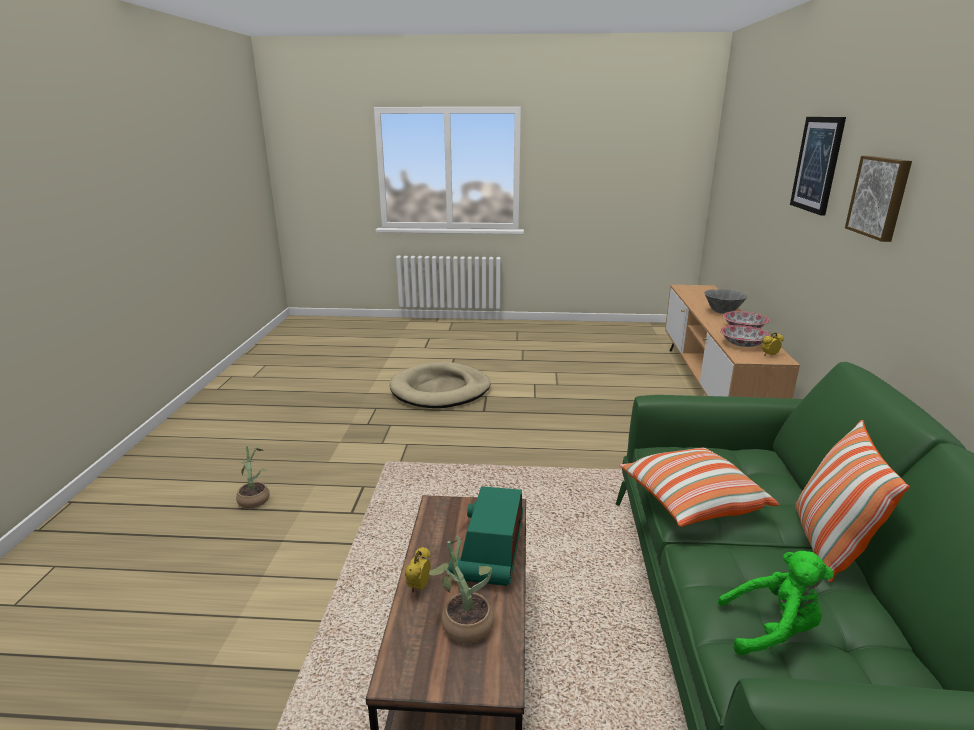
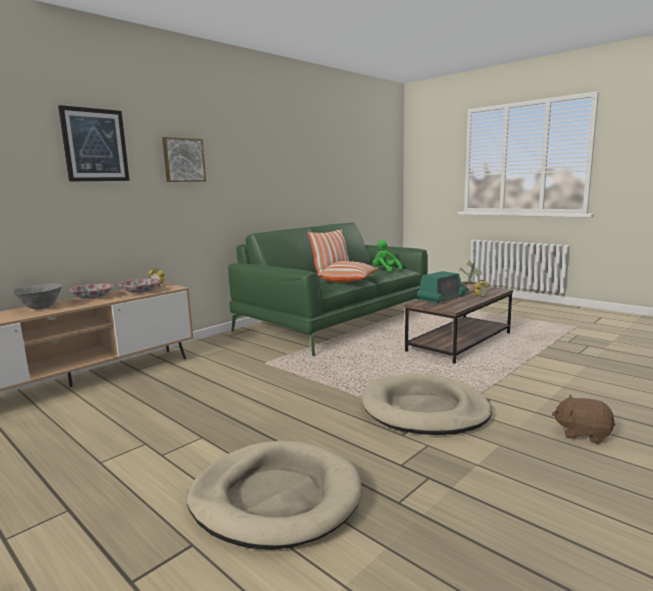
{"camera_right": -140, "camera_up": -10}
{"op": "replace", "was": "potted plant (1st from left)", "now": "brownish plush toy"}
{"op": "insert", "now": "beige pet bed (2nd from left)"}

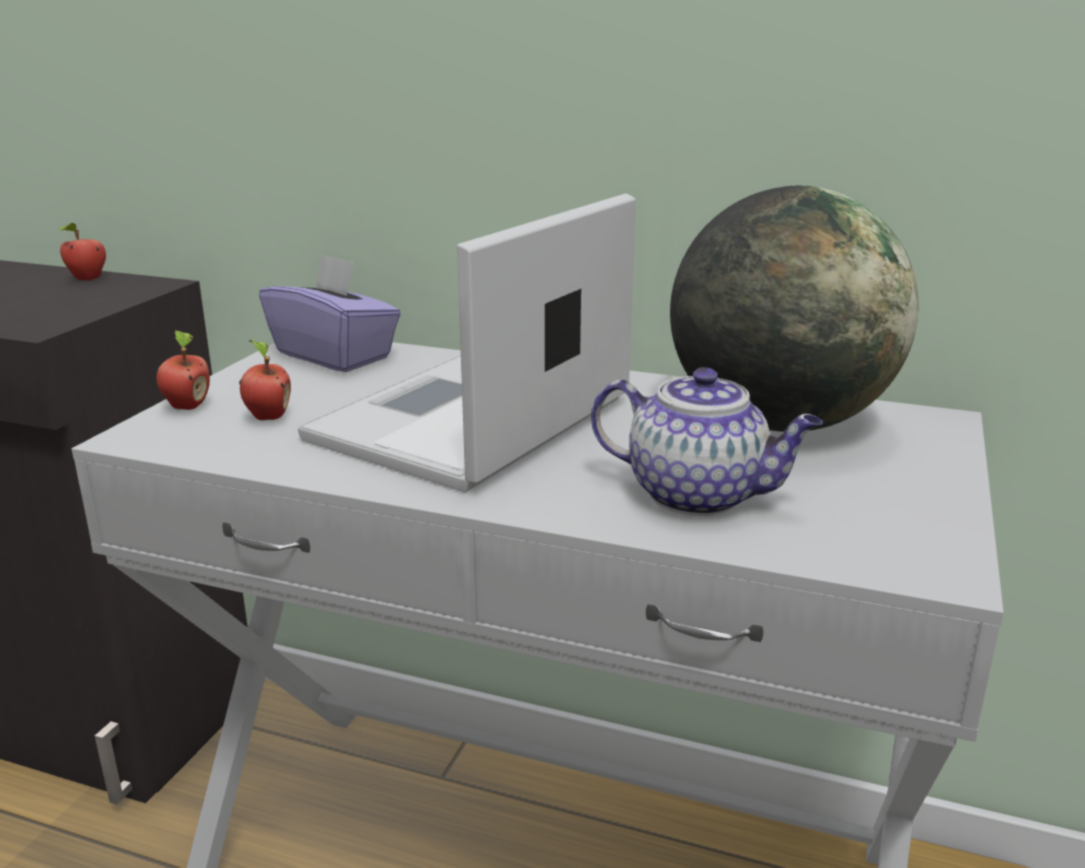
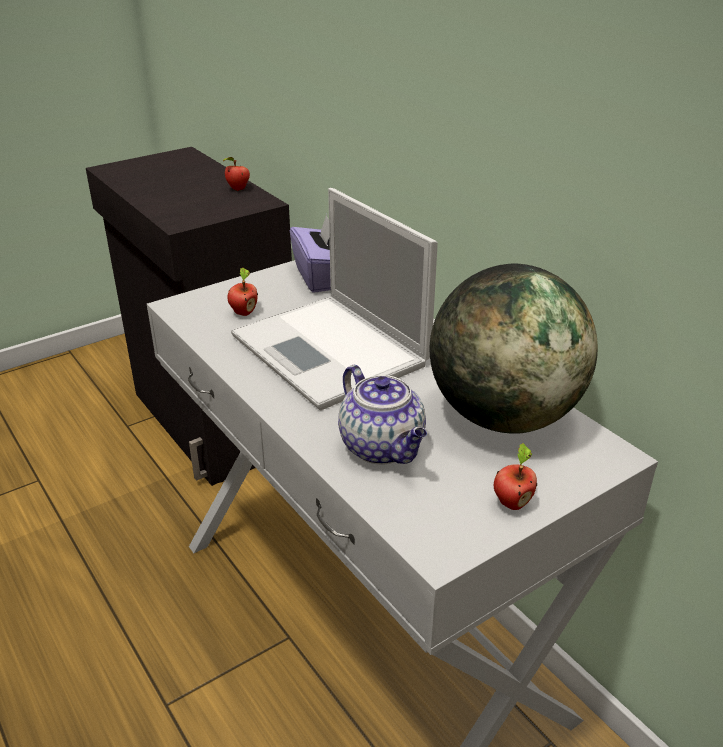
{"camera_right": 35, "camera_up": 10}
{"op": "rotate", "was": "laptop", "clockwise": -105}
{"op": "move", "was": "whole apple (2nd from left in the first image)", "now": "whole apple (3rd from left)"}

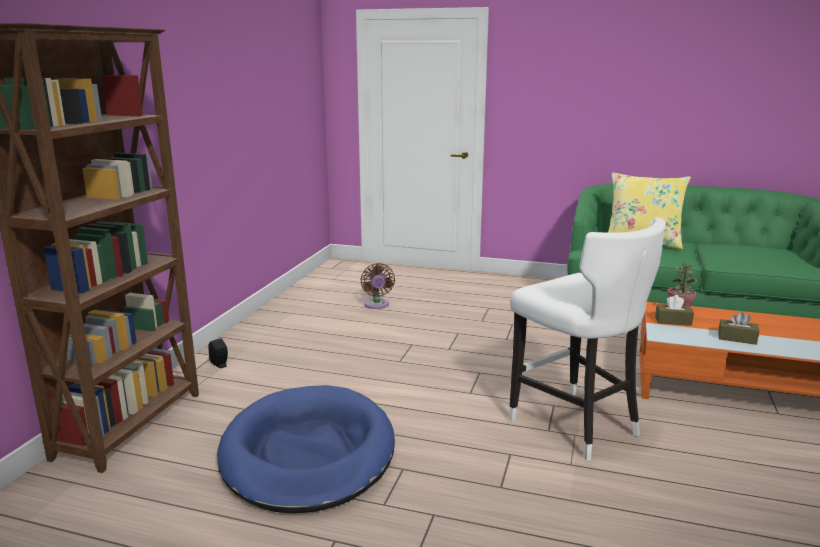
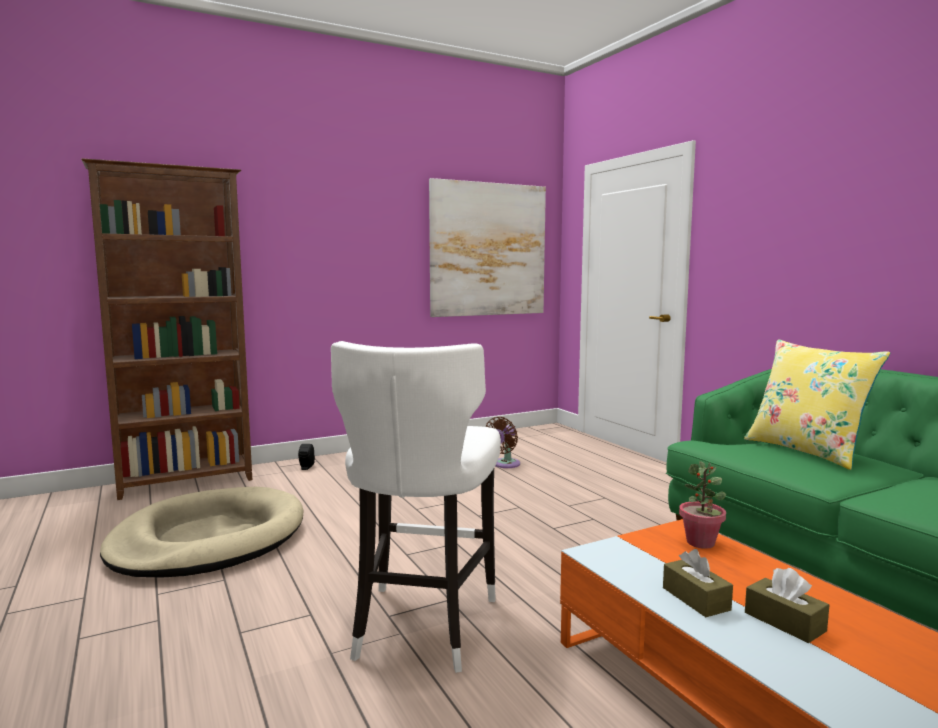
{"camera_right": 45, "camera_up": -10}
{"op": "move", "was": "brownish tissue holder (1st from left in the first image)", "now": "brownish tissue holder (2nd from left)"}
{"op": "recolor", "was": "bluish pet bed", "now": "beige pet bed"}
{"op": "insert", "now": "picture"}

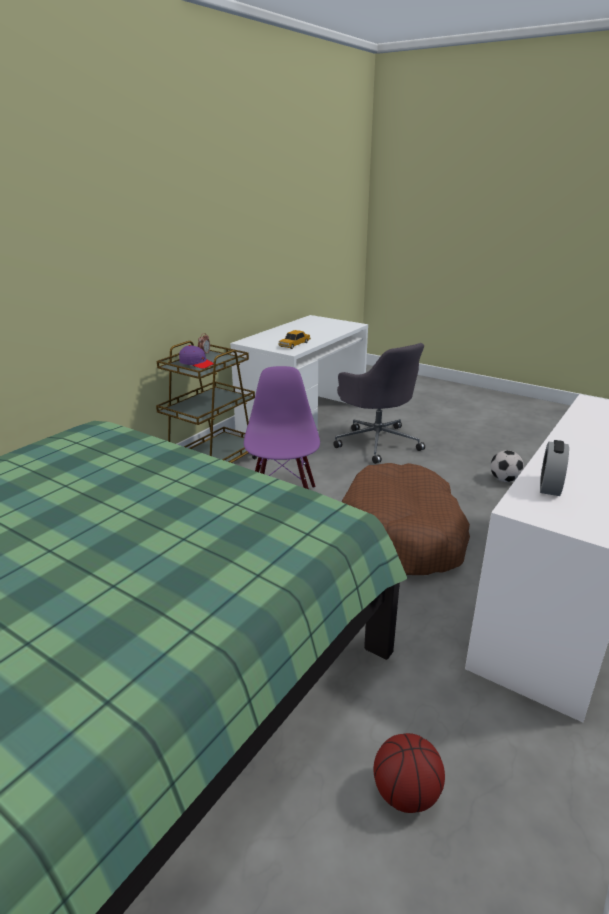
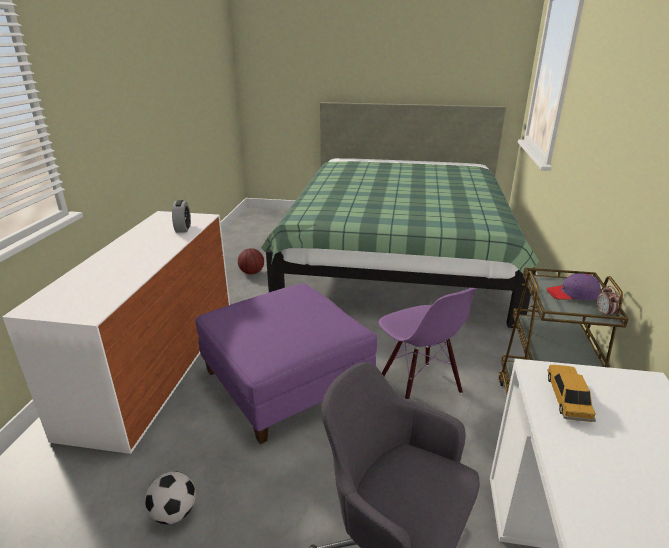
{"camera_right": 155, "camera_up": 0}
{"op": "replace", "was": "brownish pet bed", "now": "purplish pouffe"}

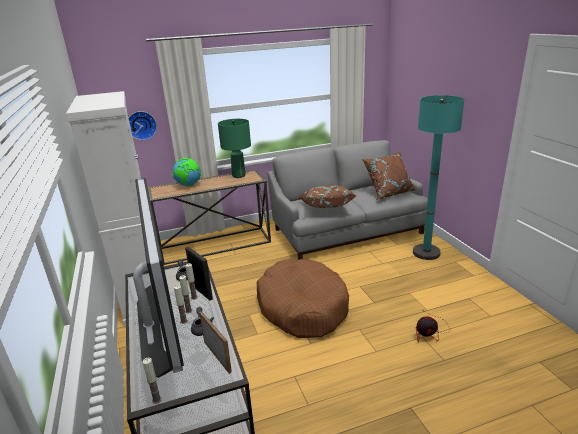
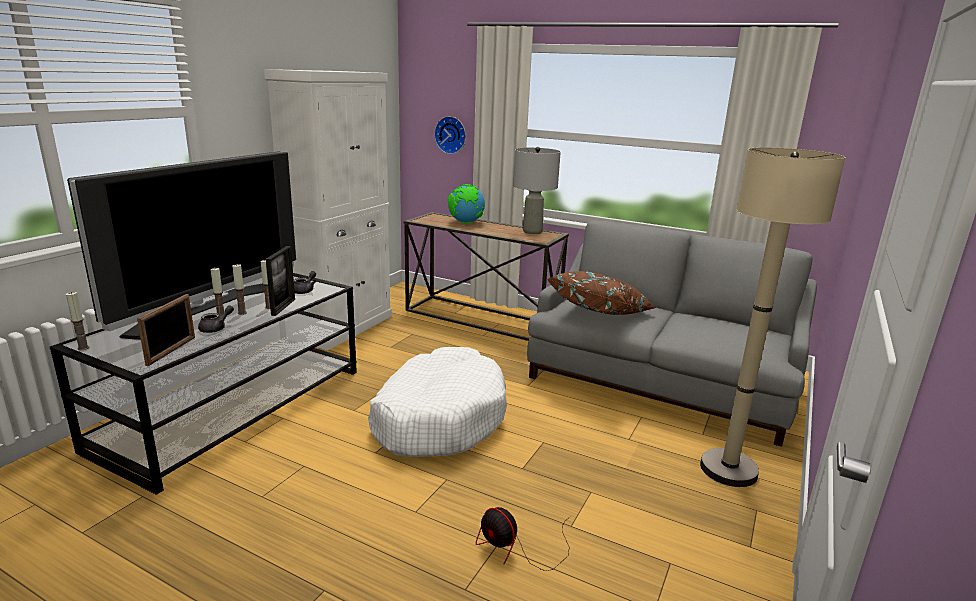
{"camera_right": 45, "camera_up": -5}
{"op": "recolor", "was": "turquoise standing lamp", "now": "beige standing lamp"}
{"op": "recolor", "was": "green table lamp", "now": "greyish table lamp"}
{"op": "delete", "was": "brownish throw pillow (2nd from left)"}
{"op": "recolor", "was": "brownish pet bed", "now": "white pet bed"}

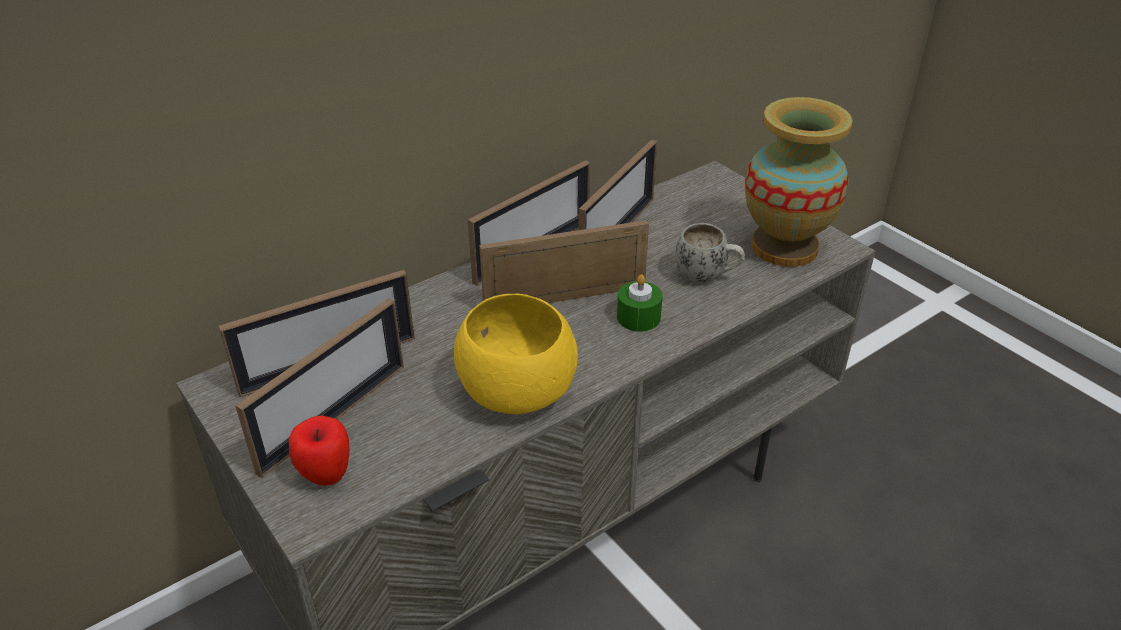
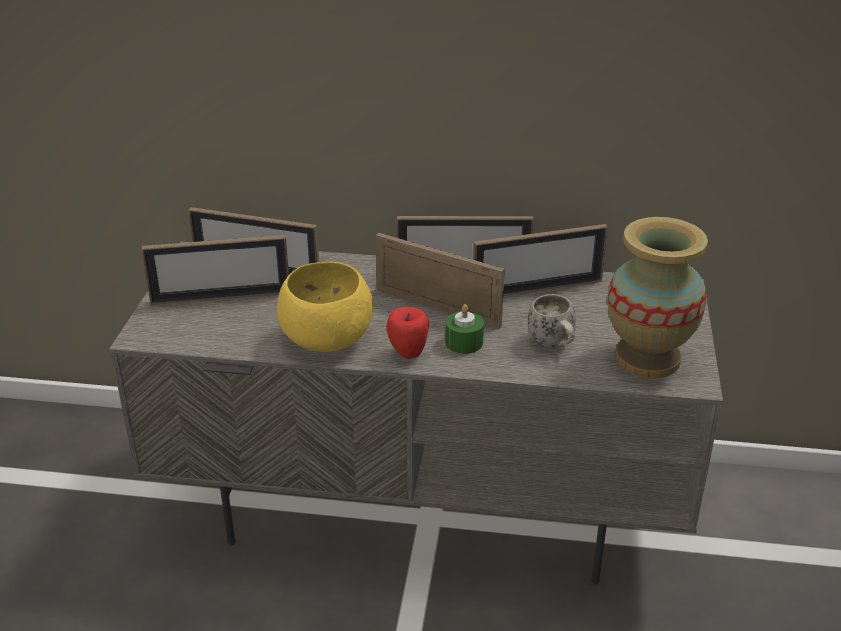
{"camera_right": 45, "camera_up": -5}
{"op": "move", "was": "whole apple"}

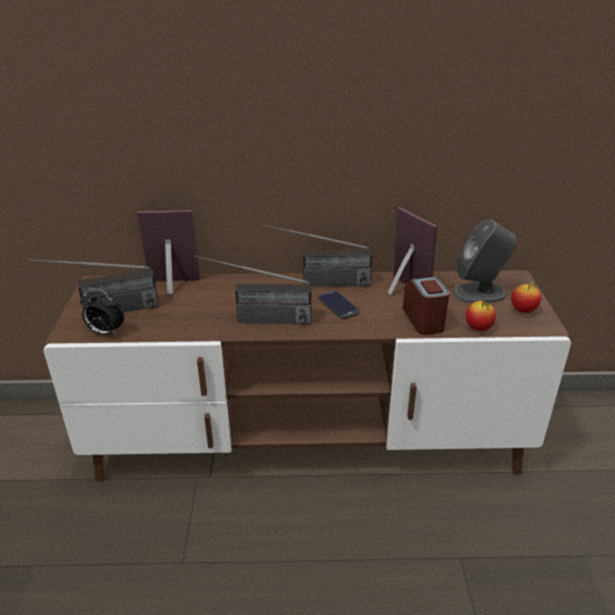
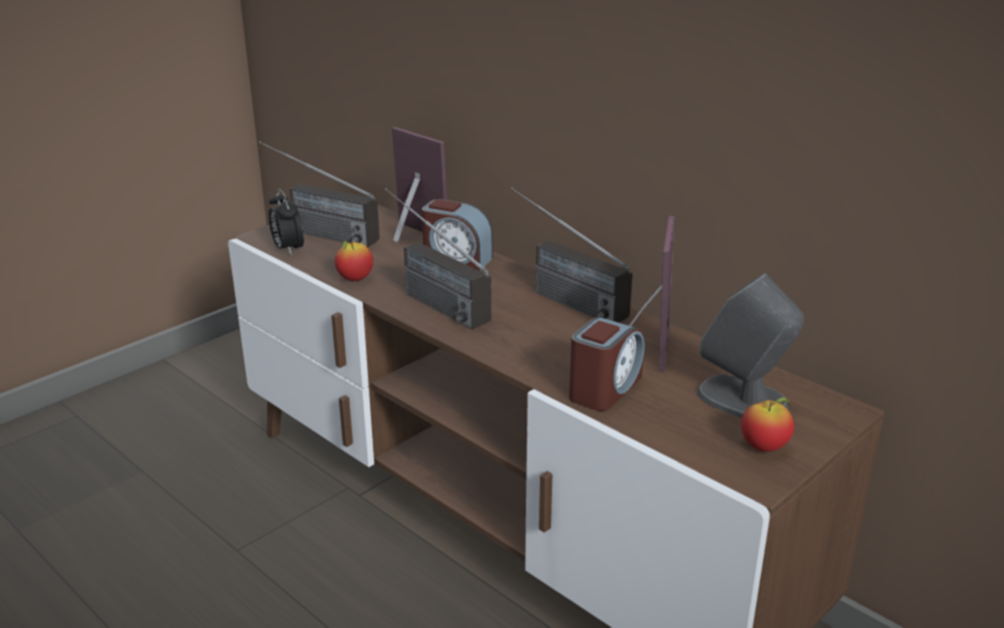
{"camera_right": 45, "camera_up": -5}
{"op": "delete", "was": "handset"}
{"op": "move", "was": "whole apple (1st from left)"}
{"op": "insert", "now": "bedside clock (2nd from left)"}

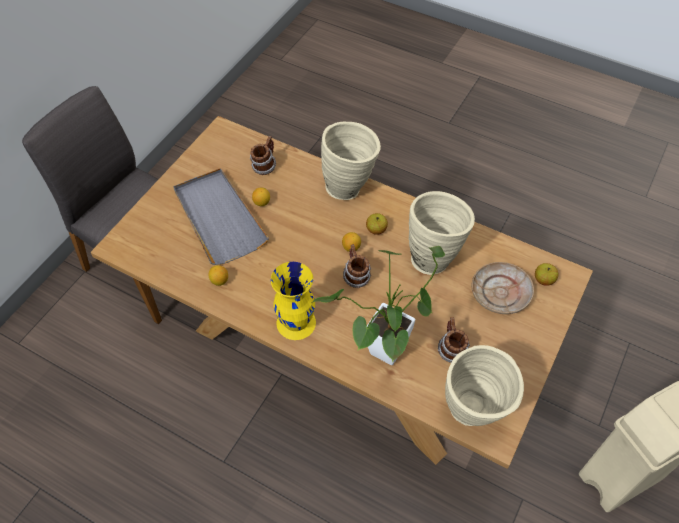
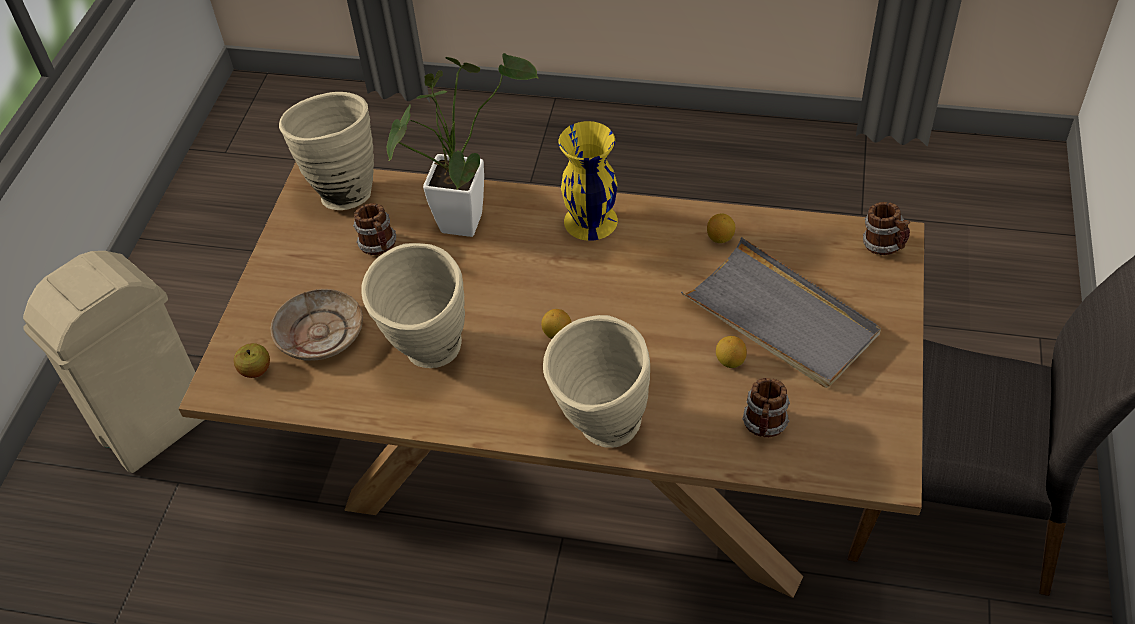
{"camera_right": 165, "camera_up": -5}
{"op": "delete", "was": "whole apple (1st from left)"}
{"op": "move", "was": "mug (2nd from left in the first image)", "now": "mug (3rd from left)"}

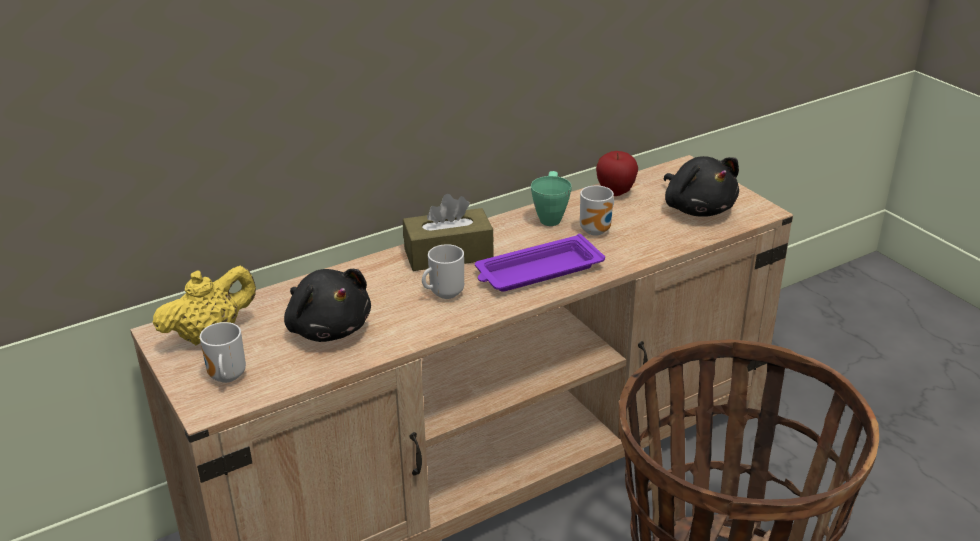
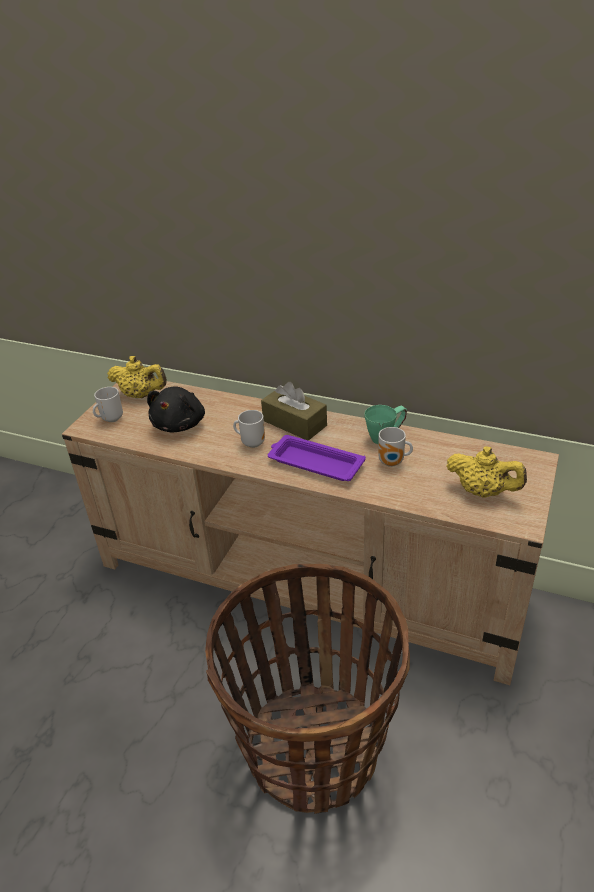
{"camera_right": 55, "camera_up": 5}
{"op": "delete", "was": "whole apple"}
{"op": "replace", "was": "black plush toy (2nd from left)", "now": "yellowish pot for tea (2nd from left)"}

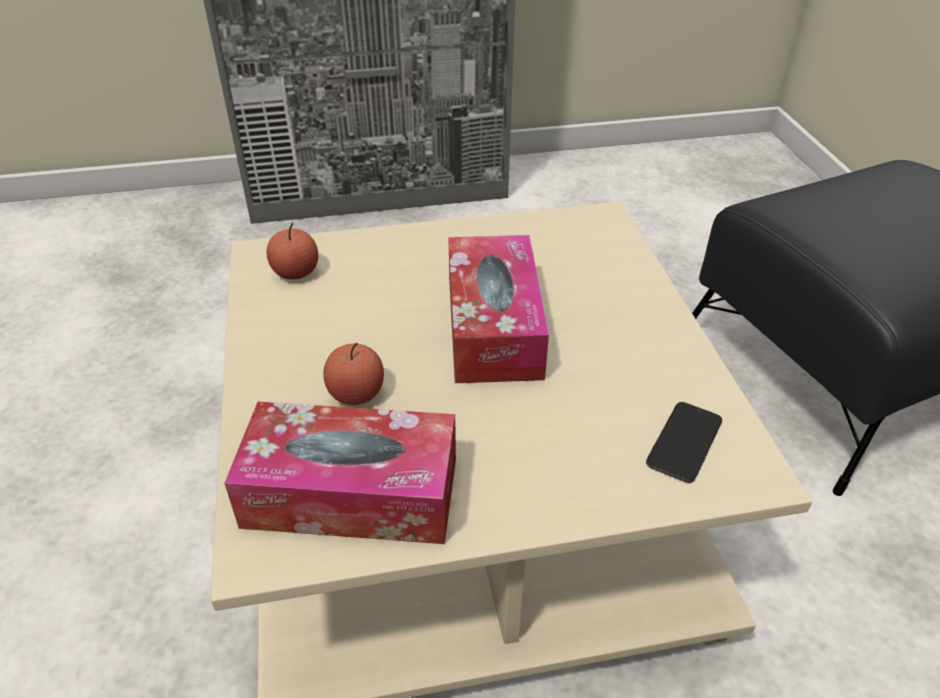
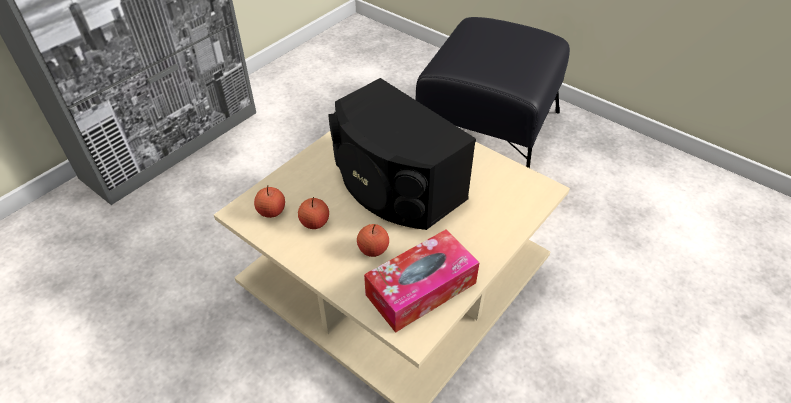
{"camera_right": -40, "camera_up": 5}
{"op": "replace", "was": "tissue holder (2nd from left)", "now": "black loudspeaker"}
{"op": "delete", "was": "handset"}
{"op": "insert", "now": "whole apple (2nd from left)"}

